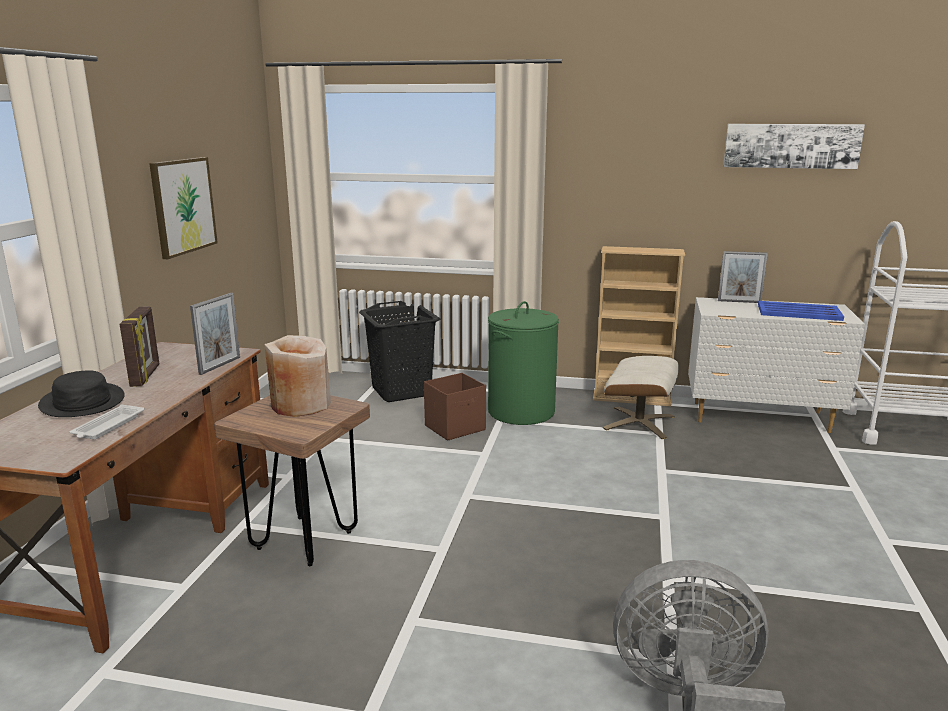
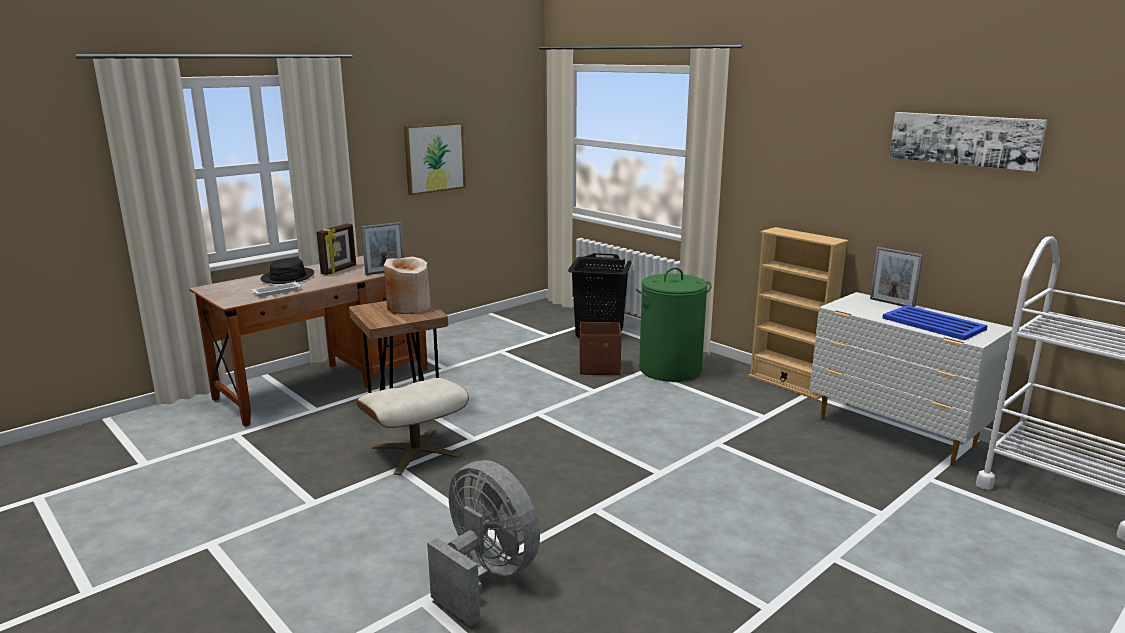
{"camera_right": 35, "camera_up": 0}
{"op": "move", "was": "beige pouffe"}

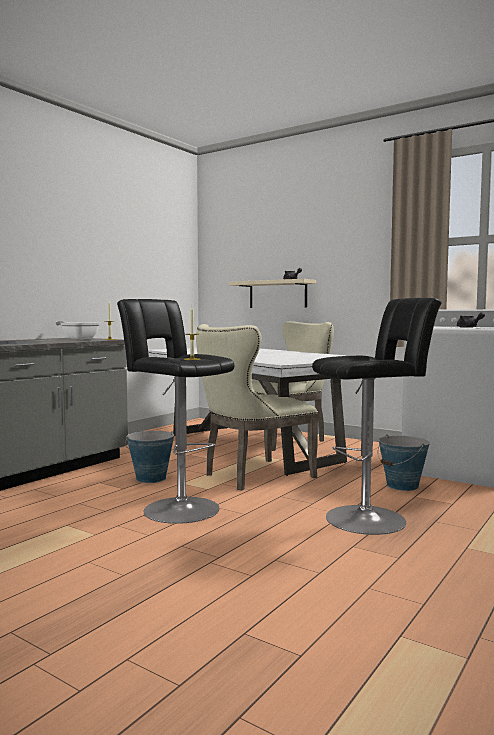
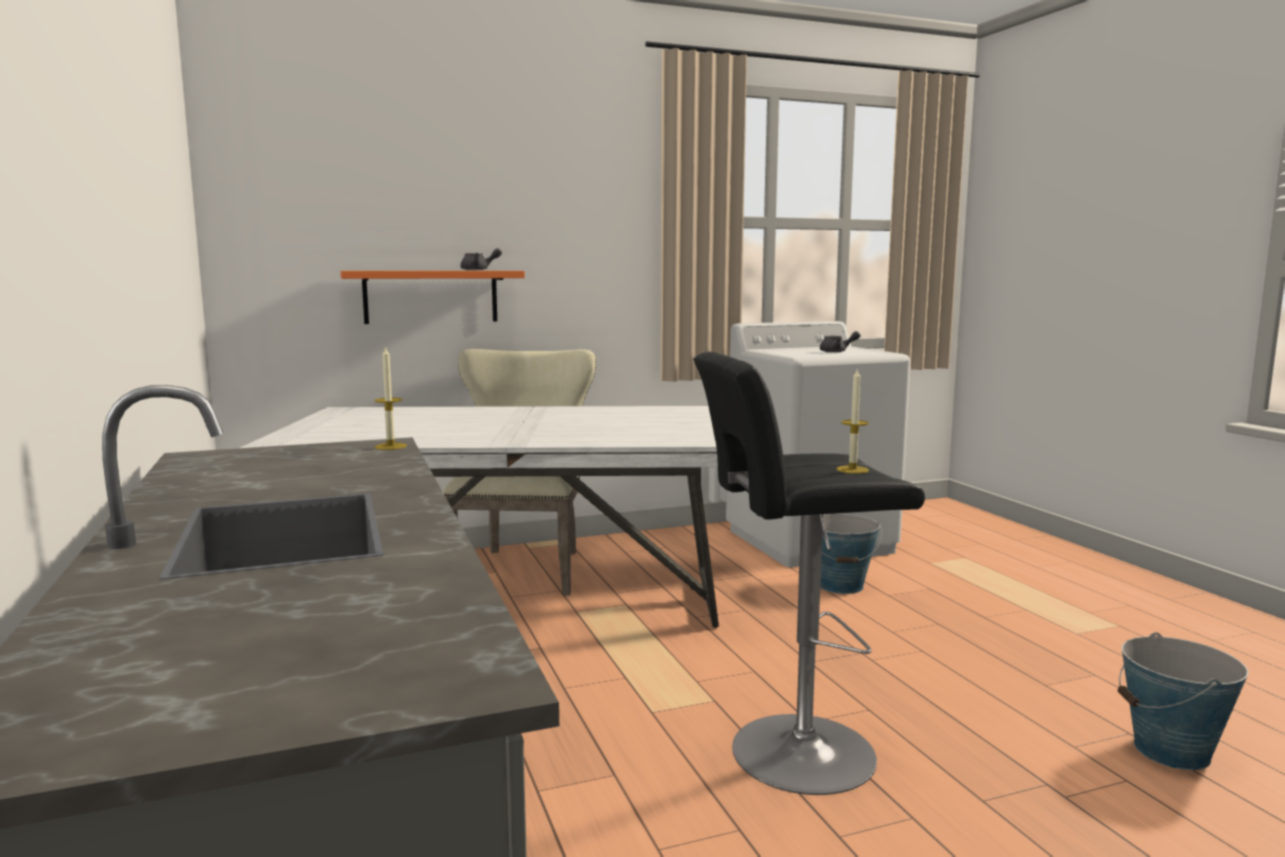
{"camera_right": -55, "camera_up": 5}
{"op": "recolor", "was": "beige shelf", "now": "orangey shelf"}
{"op": "delete", "was": "black stool (2nd from left)"}
{"op": "delete", "was": "frying pan"}
{"op": "delete", "was": "beige upright chair (1st from left)"}
{"op": "move", "was": "pail (1st from left in the first image)", "now": "pail (2nd from left)"}

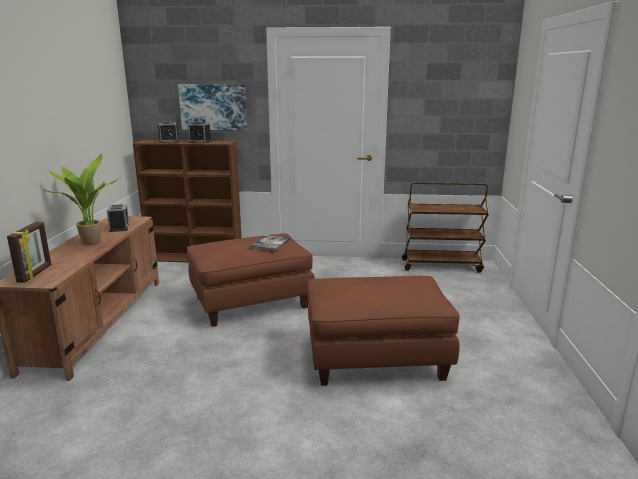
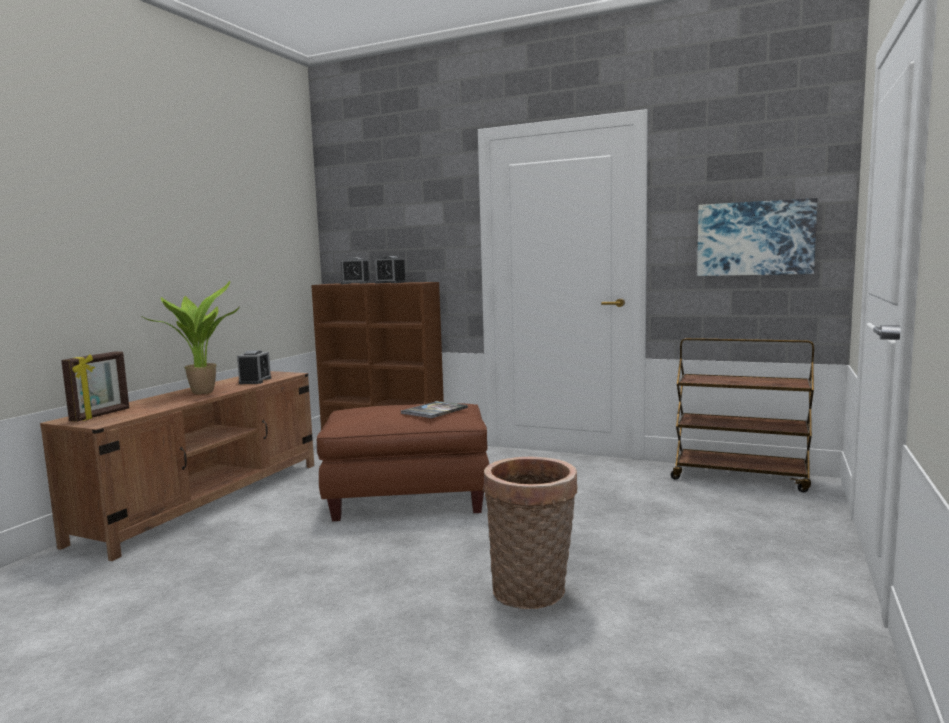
{"camera_right": 20, "camera_up": -10}
{"op": "move", "was": "picture"}
{"op": "replace", "was": "brownish pouffe (2nd from left)", "now": "household basket"}

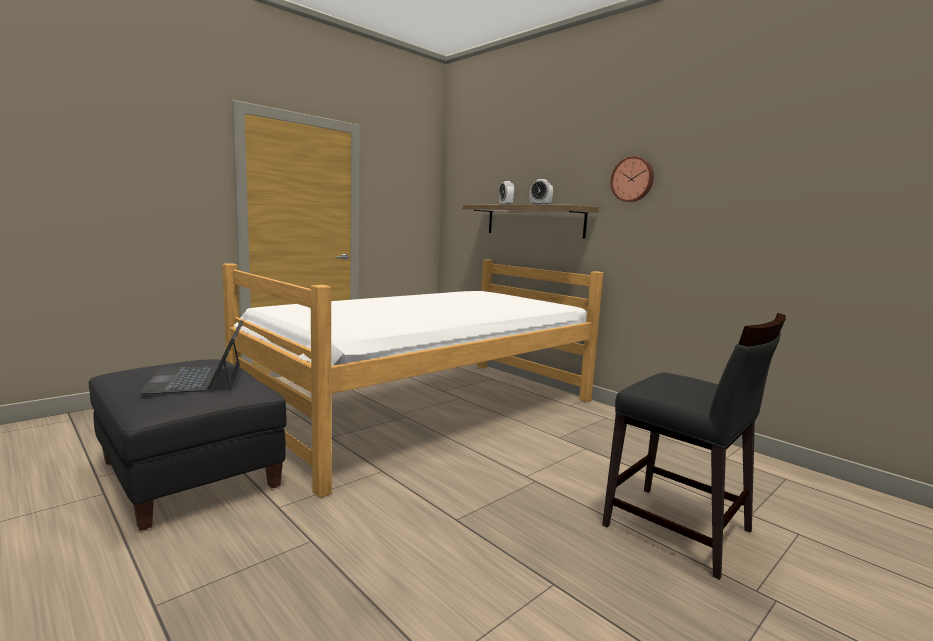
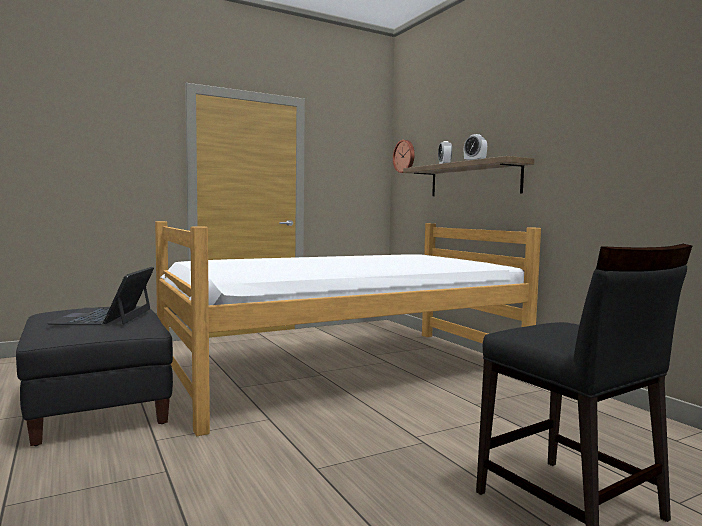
{"camera_right": 15, "camera_up": -5}
{"op": "move", "was": "hanging clock"}

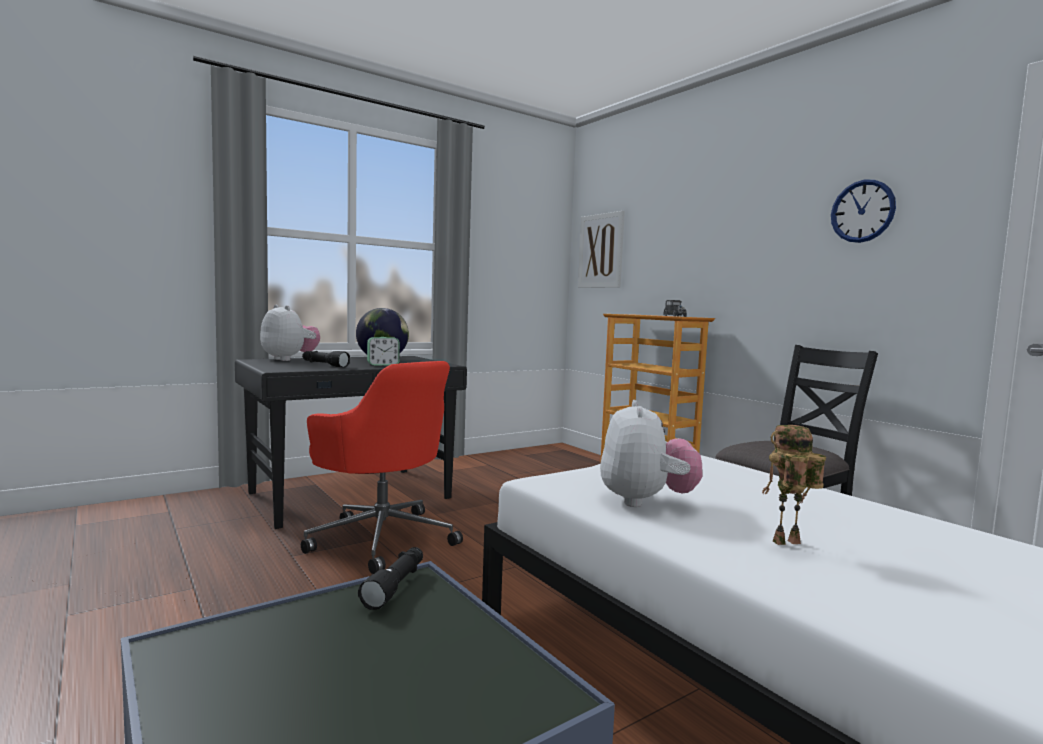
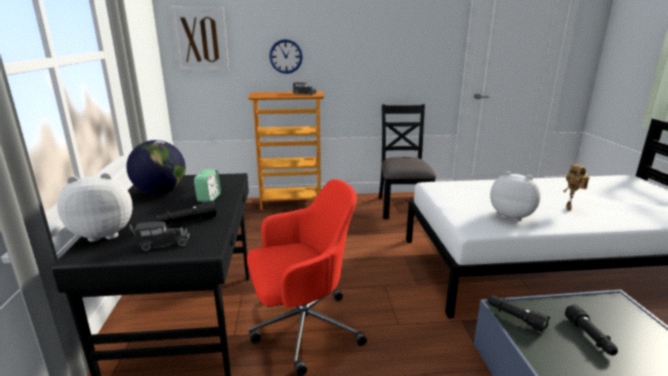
{"camera_right": -60, "camera_up": 15}
{"op": "move", "was": "hanging clock"}
{"op": "insert", "now": "toy truck (1st from left)"}
{"op": "insert", "now": "black flashlight (3rd from left)"}

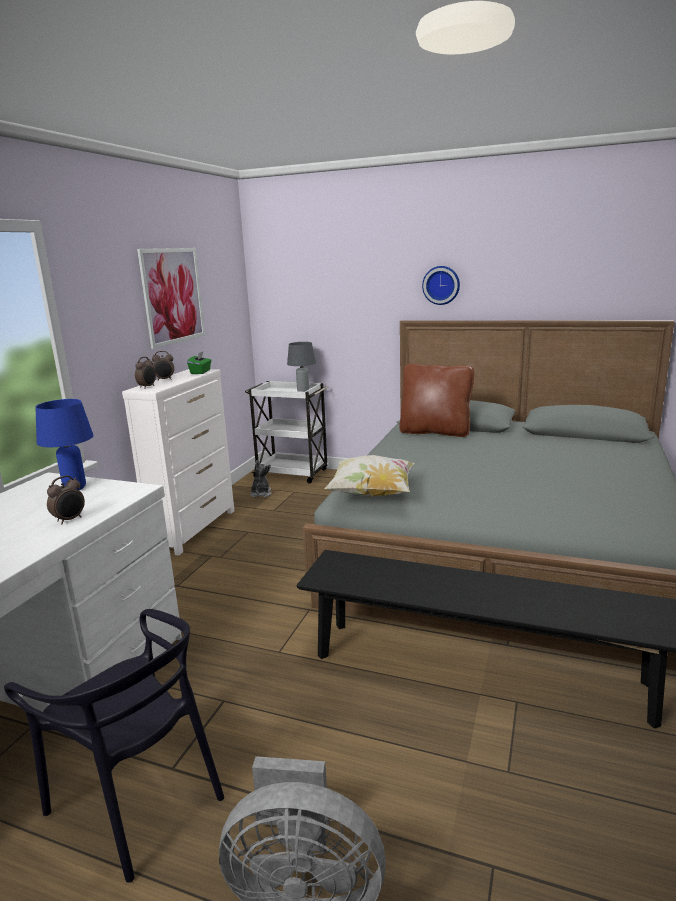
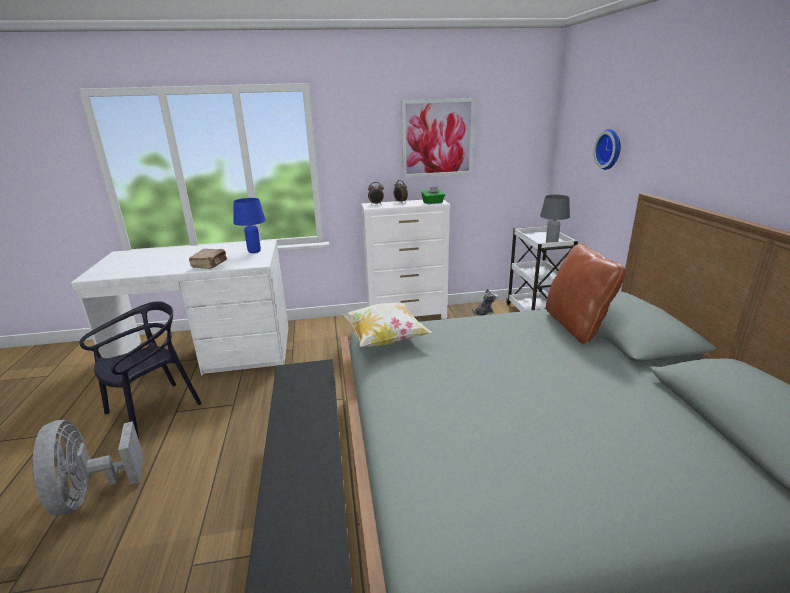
{"camera_right": 60, "camera_up": 5}
{"op": "move", "was": "hanging clock"}
{"op": "replace", "was": "bedside clock (1st from left)", "now": "brownish bound book"}
{"op": "rotate", "was": "black upright chair", "clockwise": -150}

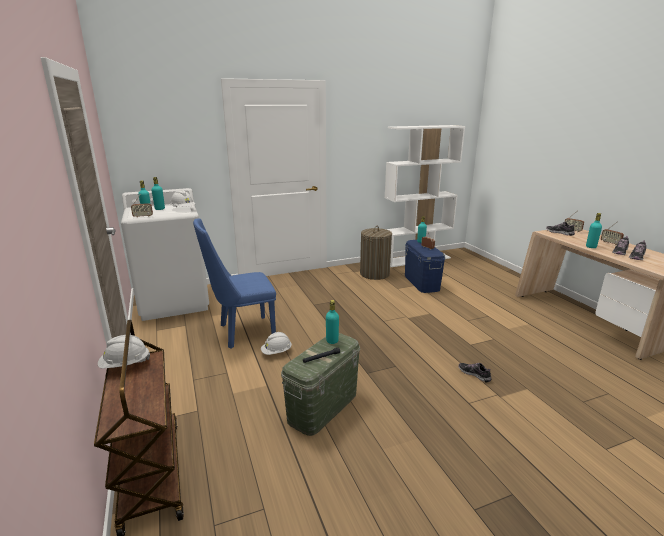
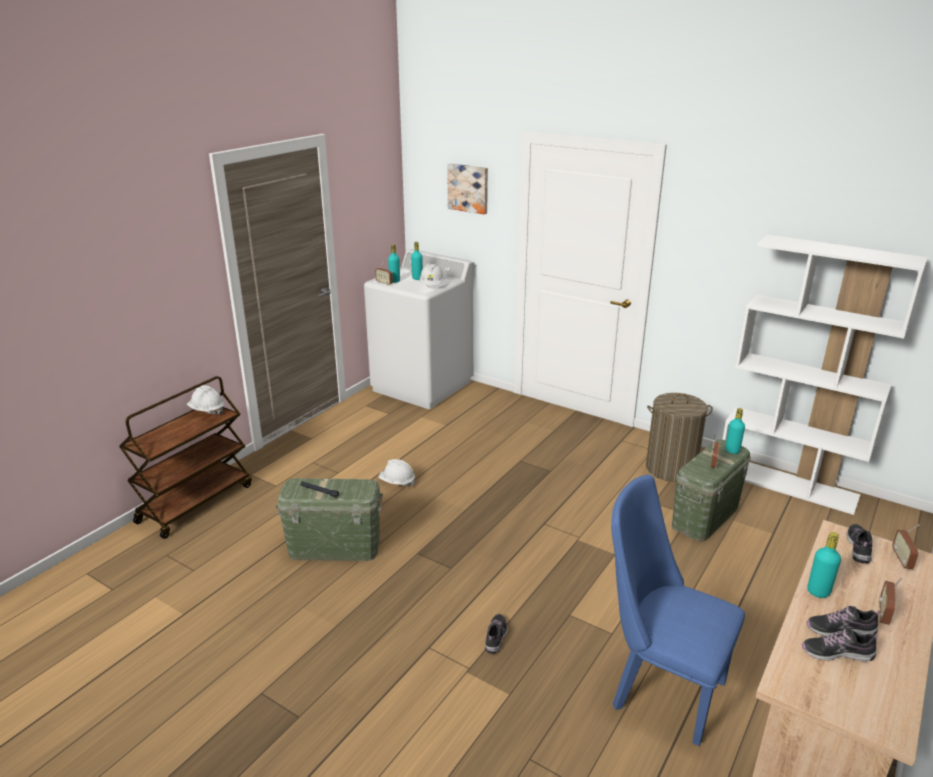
{"camera_right": 55, "camera_up": 5}
{"op": "move", "was": "bluish upright chair"}
{"op": "recolor", "was": "bluish storage container", "now": "green storage container (2nd from left)"}
{"op": "delete", "was": "turquoise bottle (3rd from left)"}
{"op": "insert", "now": "picture"}

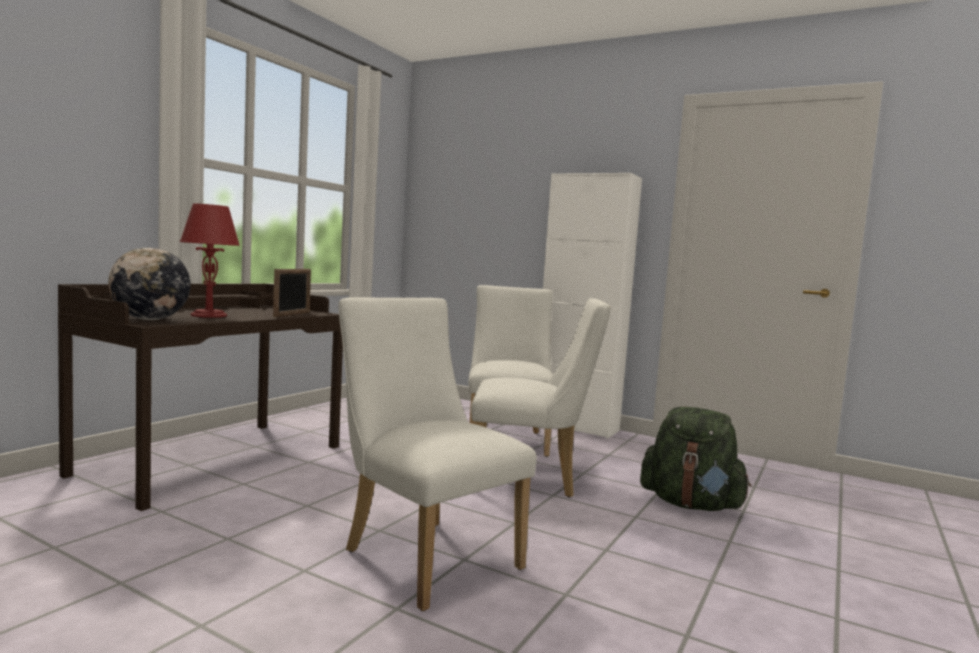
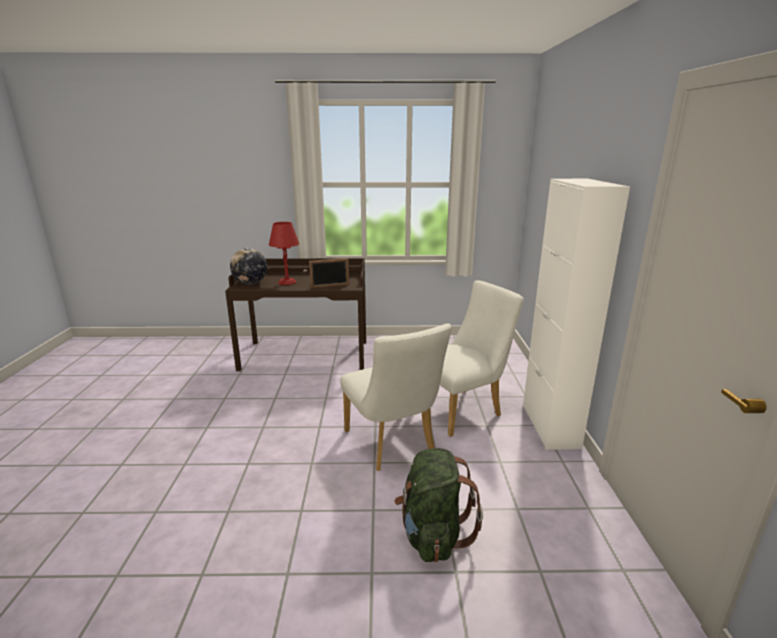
{"camera_right": 60, "camera_up": 15}
{"op": "delete", "was": "white upright chair (1st from left)"}

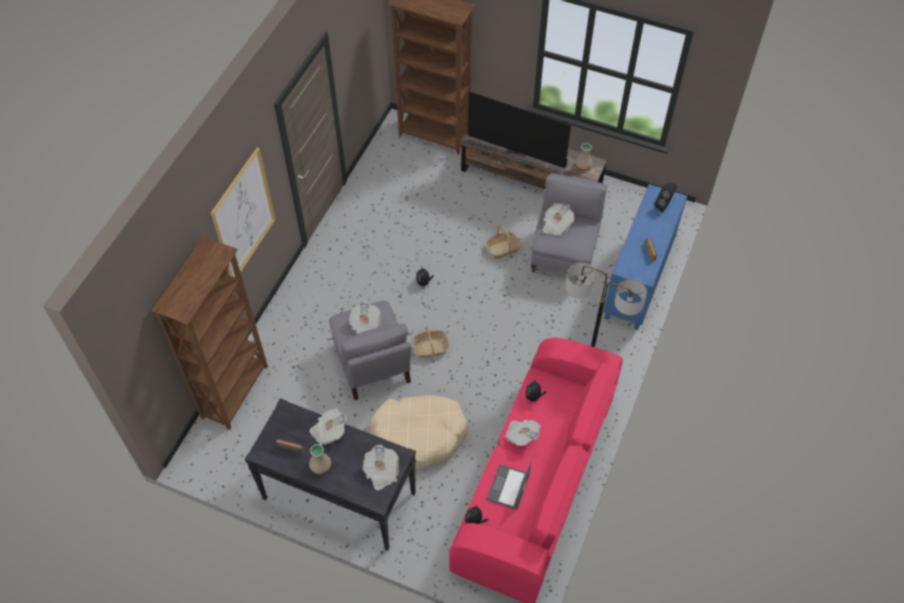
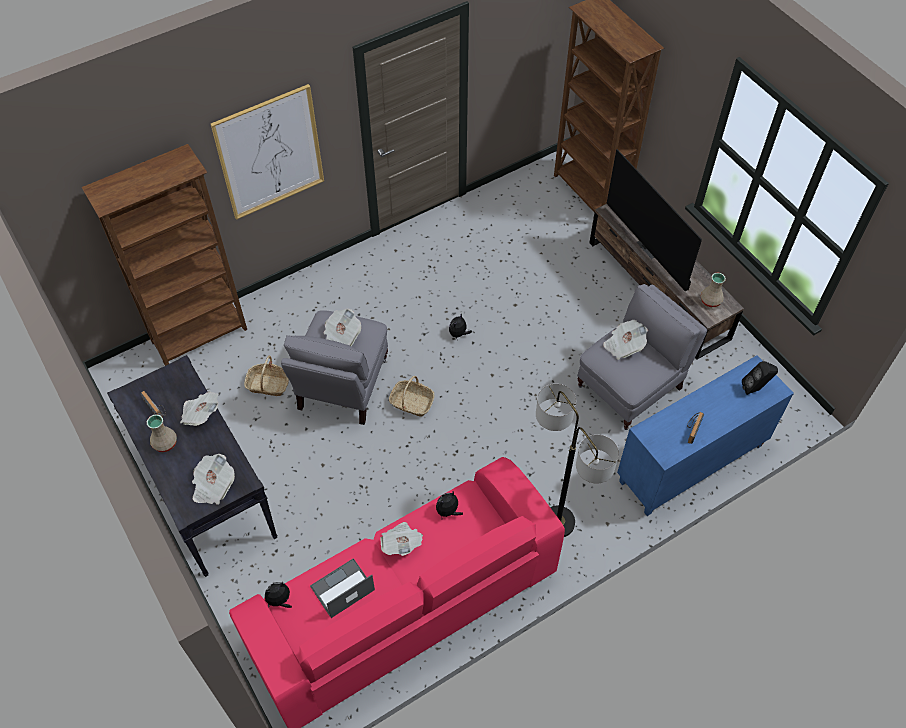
{"camera_right": 35, "camera_up": 0}
{"op": "move", "was": "household basket (2nd from left in the first image)", "now": "household basket (1st from left)"}
{"op": "delete", "was": "beige pet bed"}

